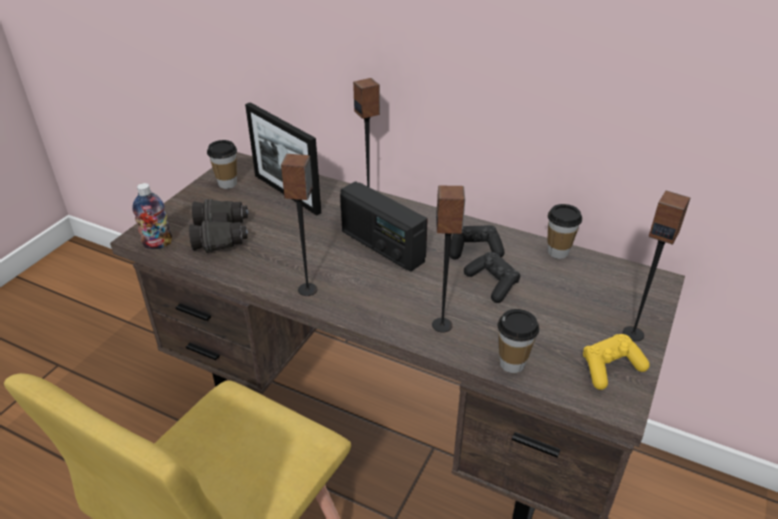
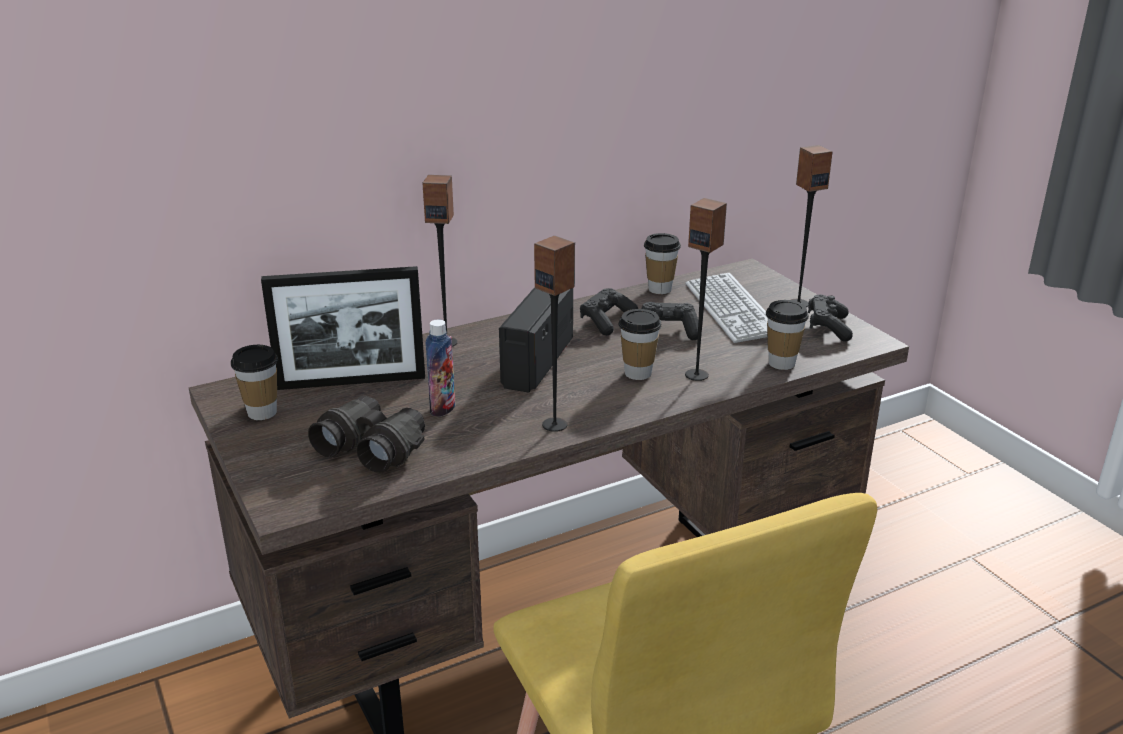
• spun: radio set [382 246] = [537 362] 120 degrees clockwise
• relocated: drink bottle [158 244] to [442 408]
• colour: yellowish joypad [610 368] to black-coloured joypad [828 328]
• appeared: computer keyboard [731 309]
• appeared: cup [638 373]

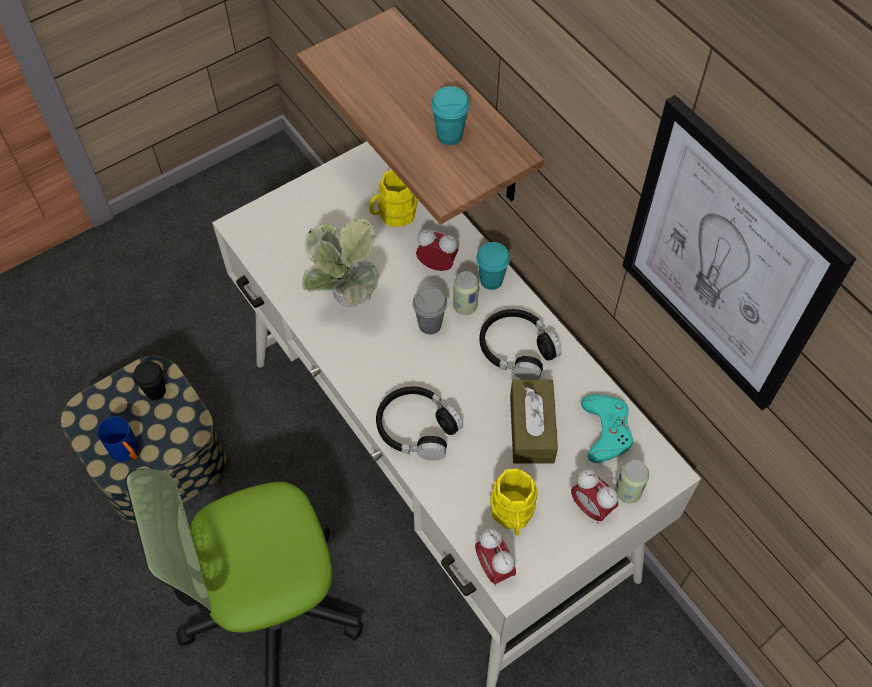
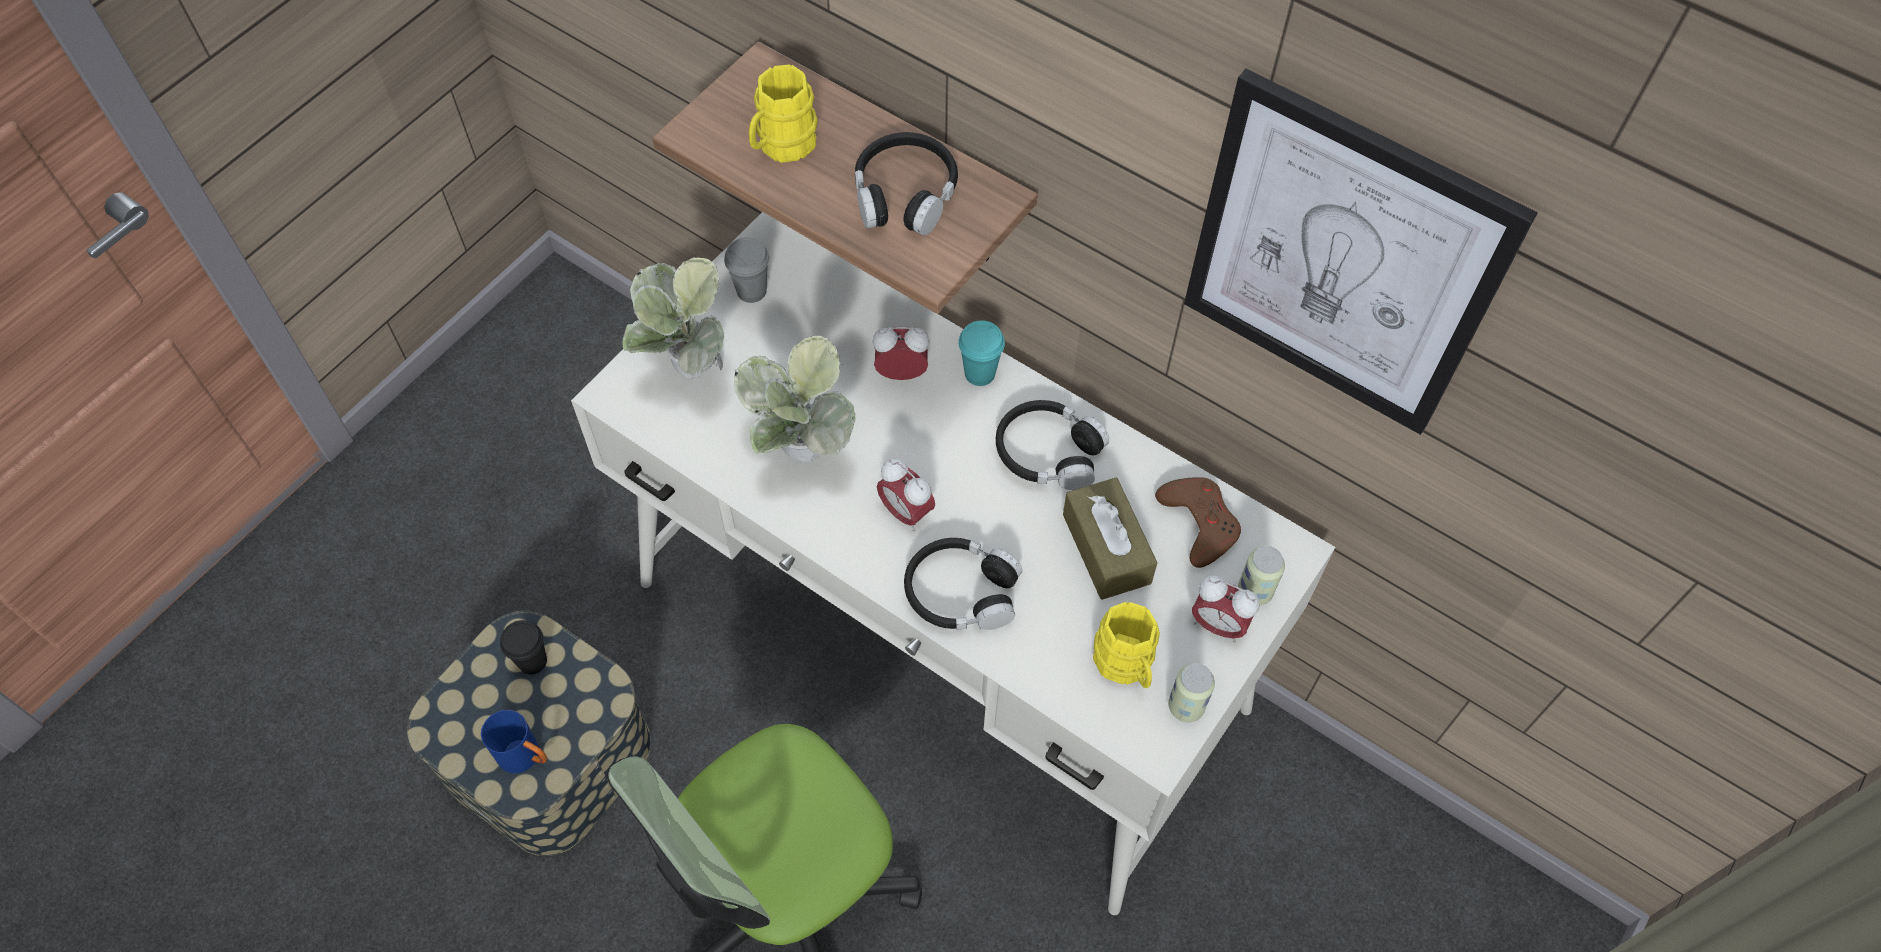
• exchanged: blue-green cup [449 135] to black-coloured pair of headphones [904 194]
• relocated: yellowish mug [393 214] to [781 145]
• relocated: sealed can [465 306] to [1186 706]
• relocated: gray cup [430 324] to [751 291]
• colour: blue-green joypad [606 430] to brownish joypad [1198 523]
• relocated: bedside clock [494 568] to [905 512]
• appeared: plant in a pot [688 374]

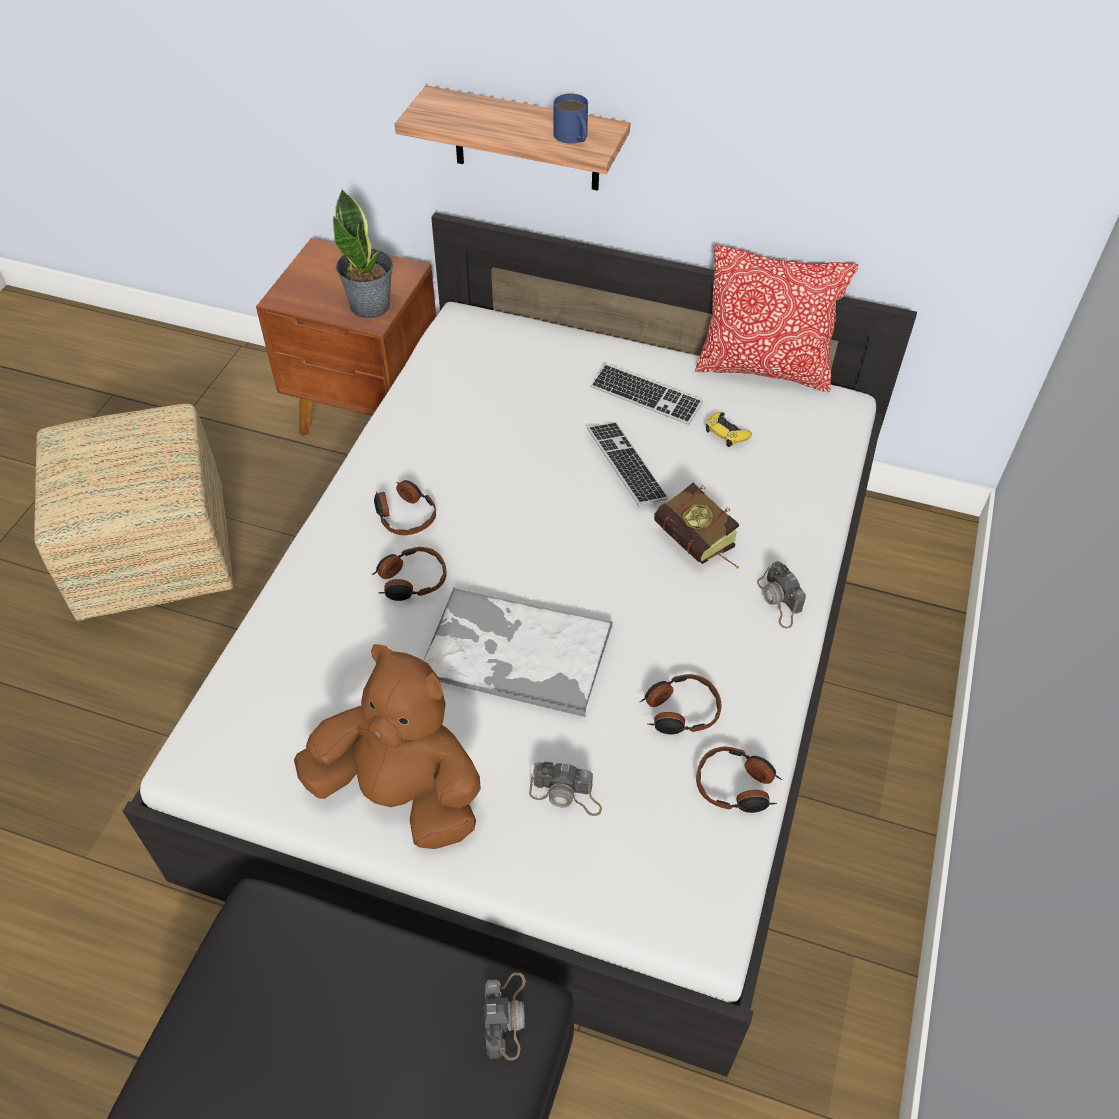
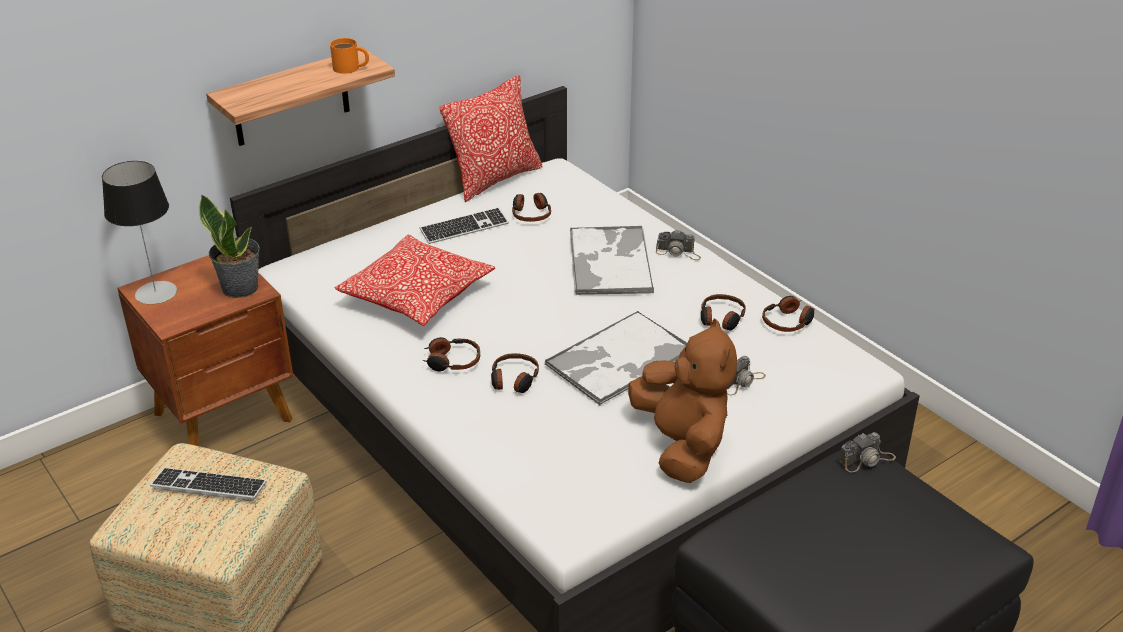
• colour: blue mug [573 138] to orangey mug [351 68]
• exchanged: yellowish joypad [726 432] to pair of headphones [531 214]
• relocated: computer keyboard [626 465] to [209 486]
• exchanged: book [699 546] to carrying tray [610 261]
• spun: brownish plush toy [402 793] = [682 445] 105 degrees clockwise
• spun: photo camera [506 1016] = [867 459] 120 degrees clockwise
• appeared: table lamp [155 293]
• appeared: throw pillow [417 295]

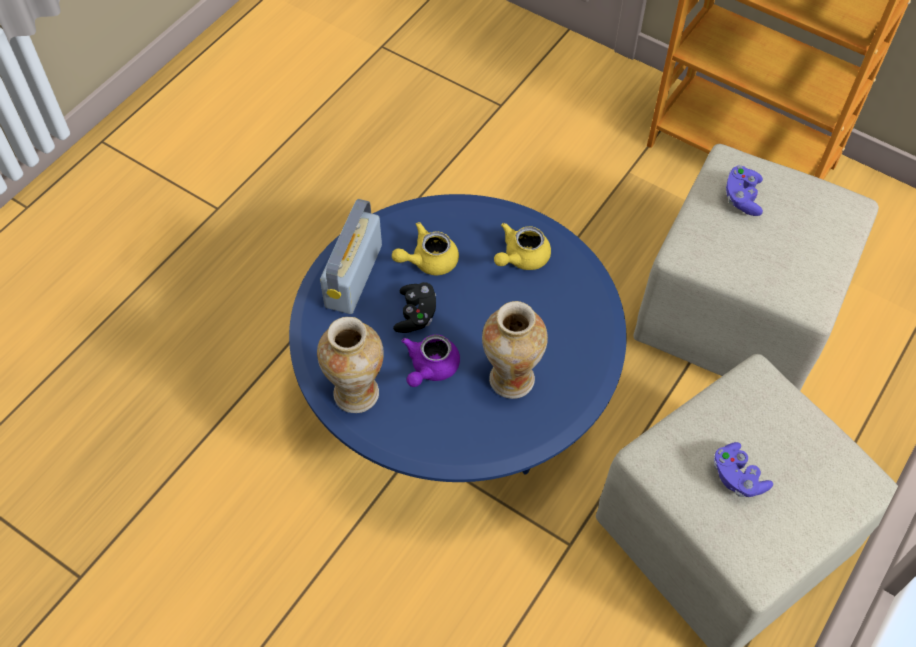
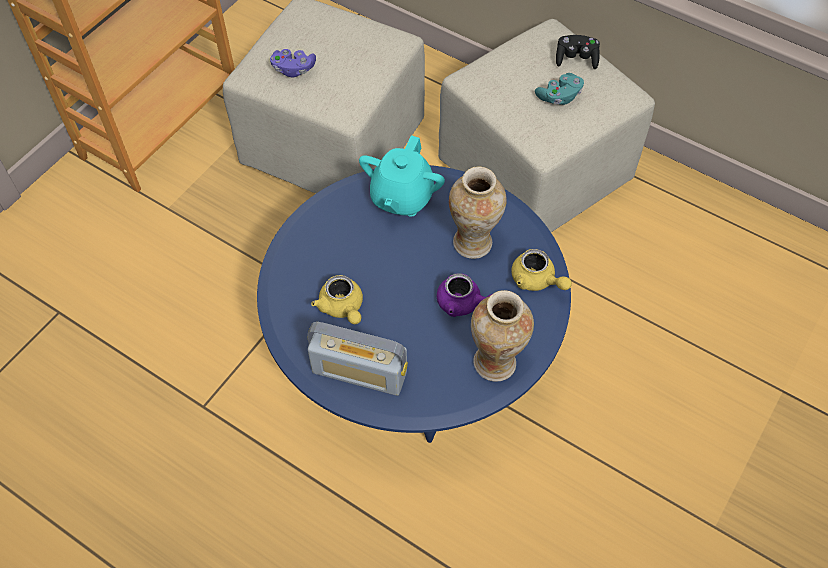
• relocated: yellowish teapot [521 258] to [536 280]
• relocated: black-coloured joypad [416 315] to [576 59]
• colour: purple-coloured joypad [737 477] to blue-green joypad [559 96]
• appeared: blue-green teapot [401 197]

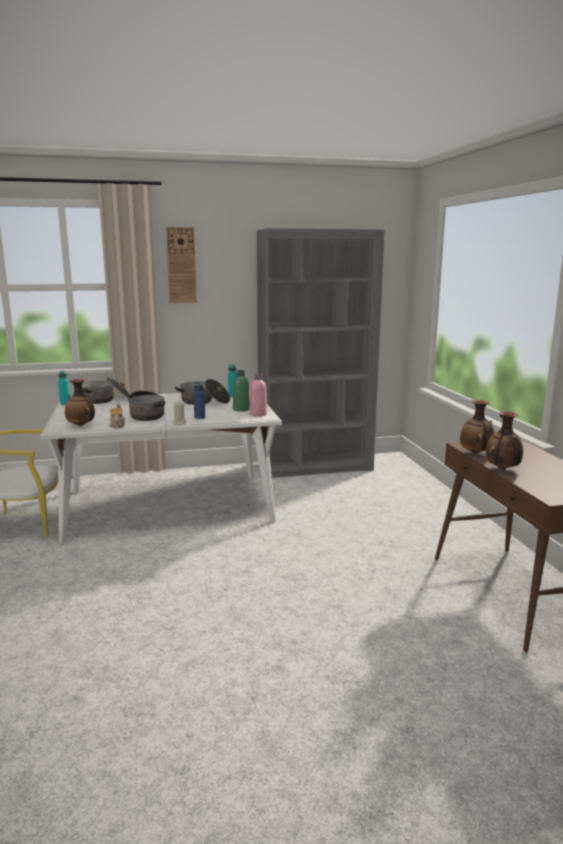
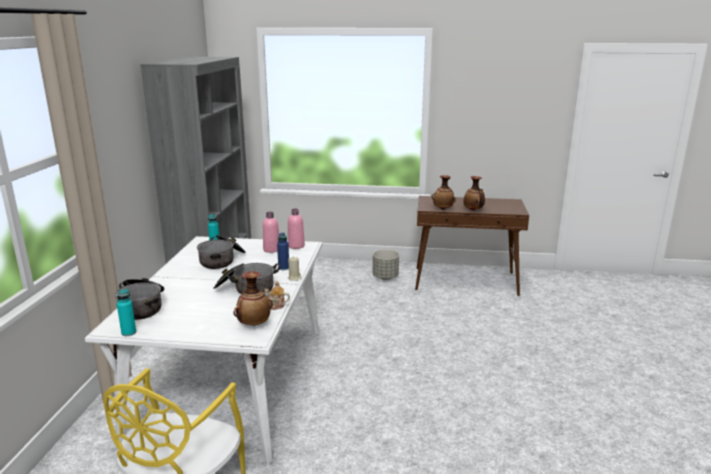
• missing: wall clock [181 265]
• colour: greenish drink bottle [241 409] to pinkish drink bottle [271 249]
• appeared: gray plant pot [385 277]

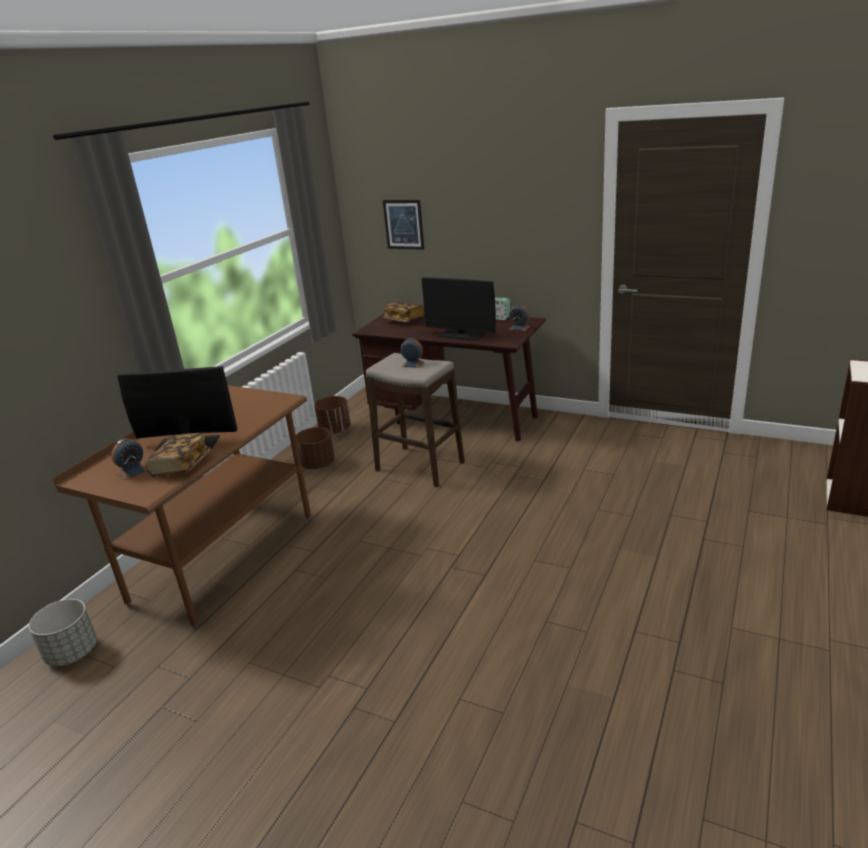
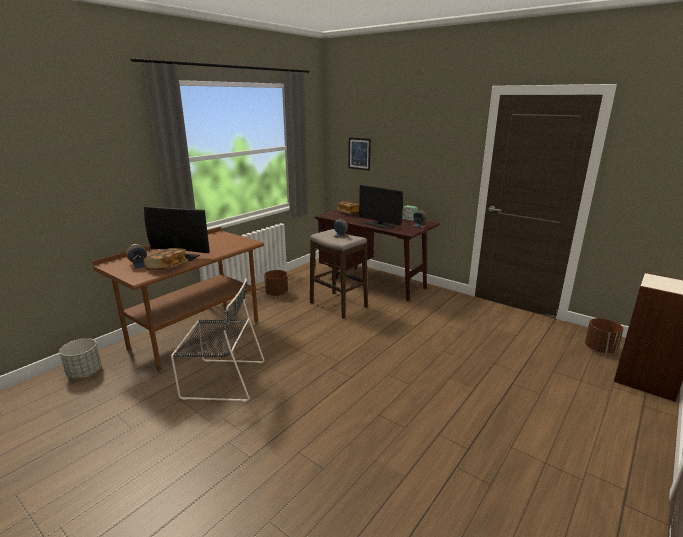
• relocated: brownish plant pot [335 430] to [600 349]
• appeared: black-coloured plain chair [221 379]

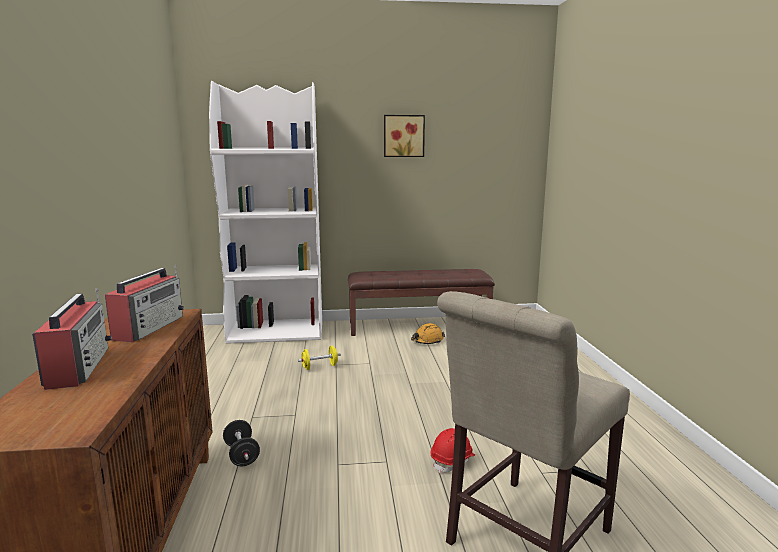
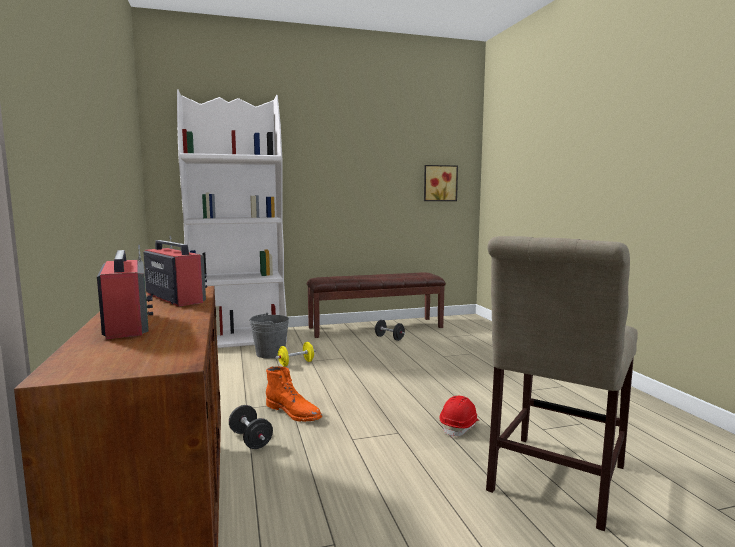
• relocated: wall picture [403 136] to [439 183]
• spun: radio set [150 327] = [174 298] 45 degrees counterclockwise
• exchanged: orangey hard hat [427 341] to black-coloured dumbbell [389 338]
• appeared: gray bucket [270 353]
• appeared: orangey boot [294 412]

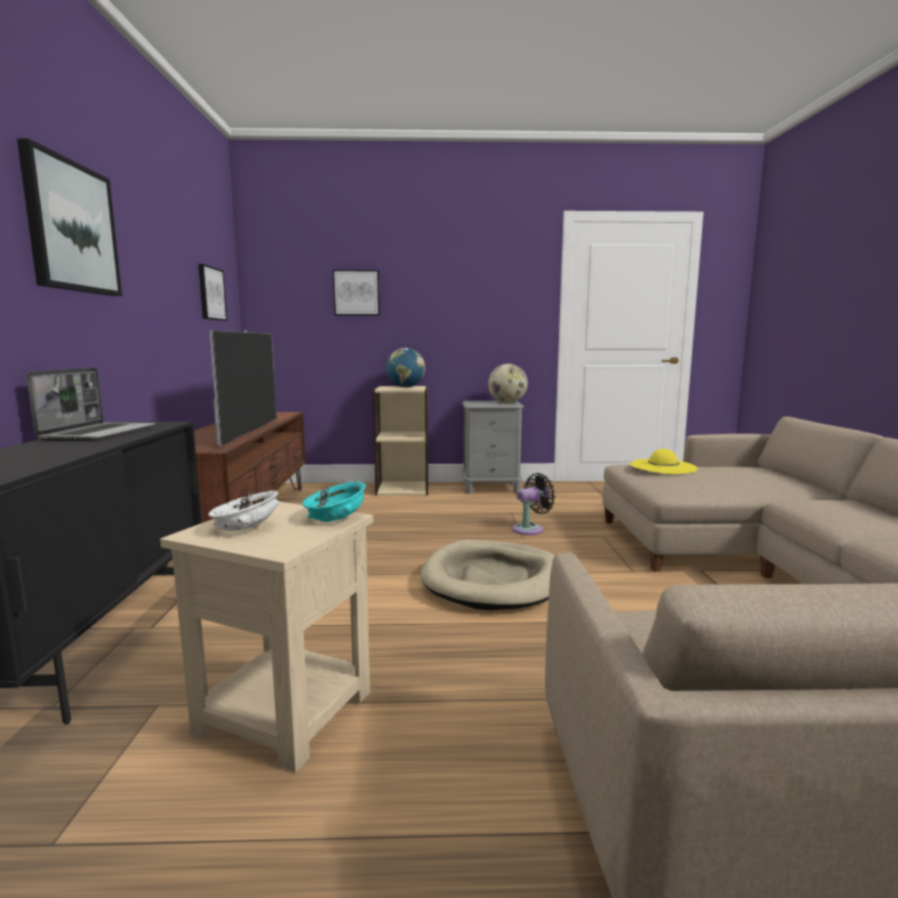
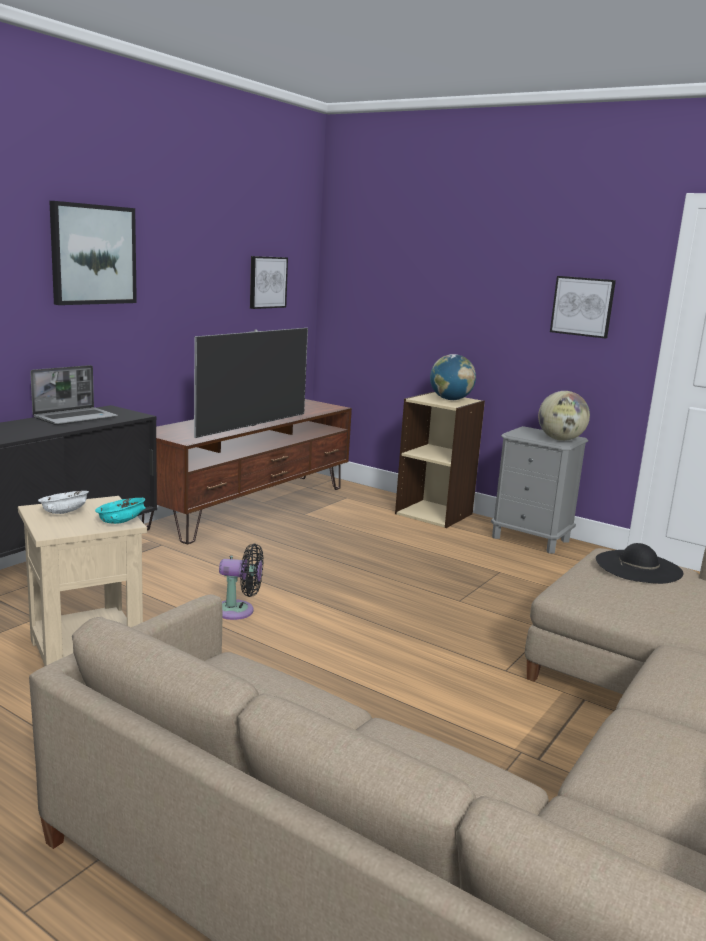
• relocated: wall picture [356 293] to [582 306]
• colour: yellowish wearable hat [663 466] to black-coloured wearable hat [638 567]
• relocated: black-coloured electric fan [530 529] to [238 611]
• missing: sand-coloured dog cushion [493 580]

